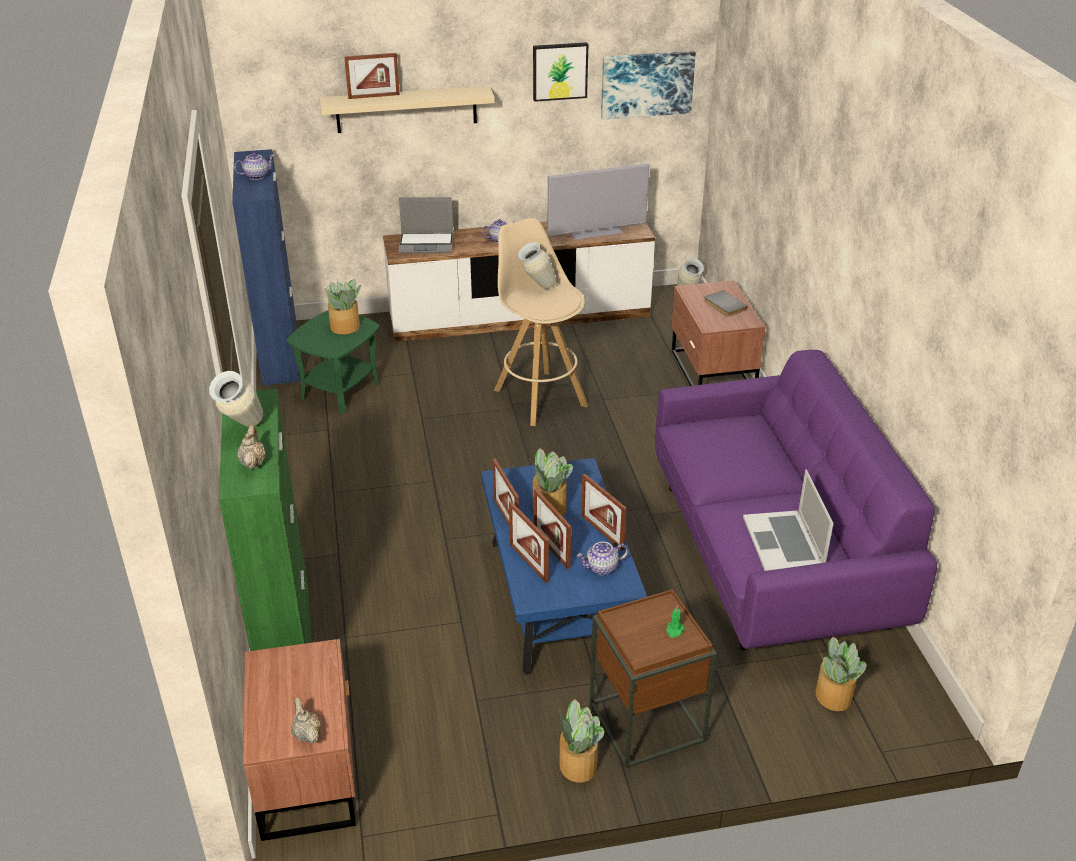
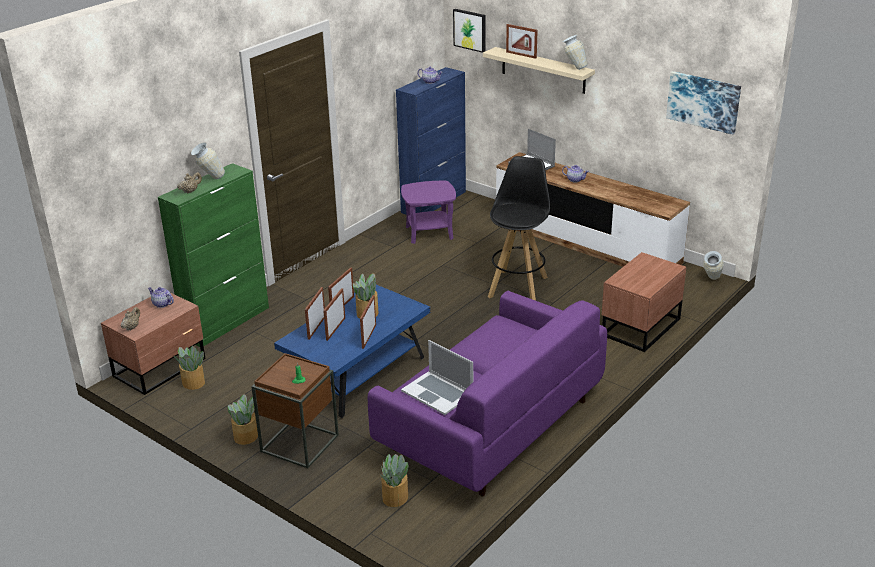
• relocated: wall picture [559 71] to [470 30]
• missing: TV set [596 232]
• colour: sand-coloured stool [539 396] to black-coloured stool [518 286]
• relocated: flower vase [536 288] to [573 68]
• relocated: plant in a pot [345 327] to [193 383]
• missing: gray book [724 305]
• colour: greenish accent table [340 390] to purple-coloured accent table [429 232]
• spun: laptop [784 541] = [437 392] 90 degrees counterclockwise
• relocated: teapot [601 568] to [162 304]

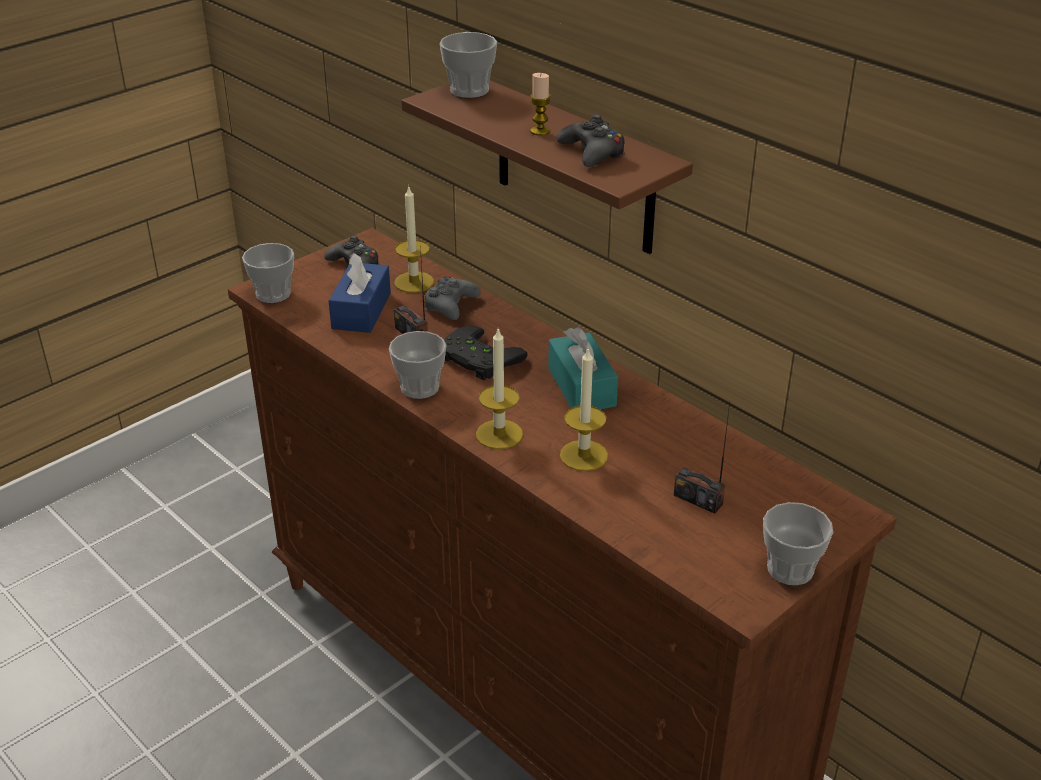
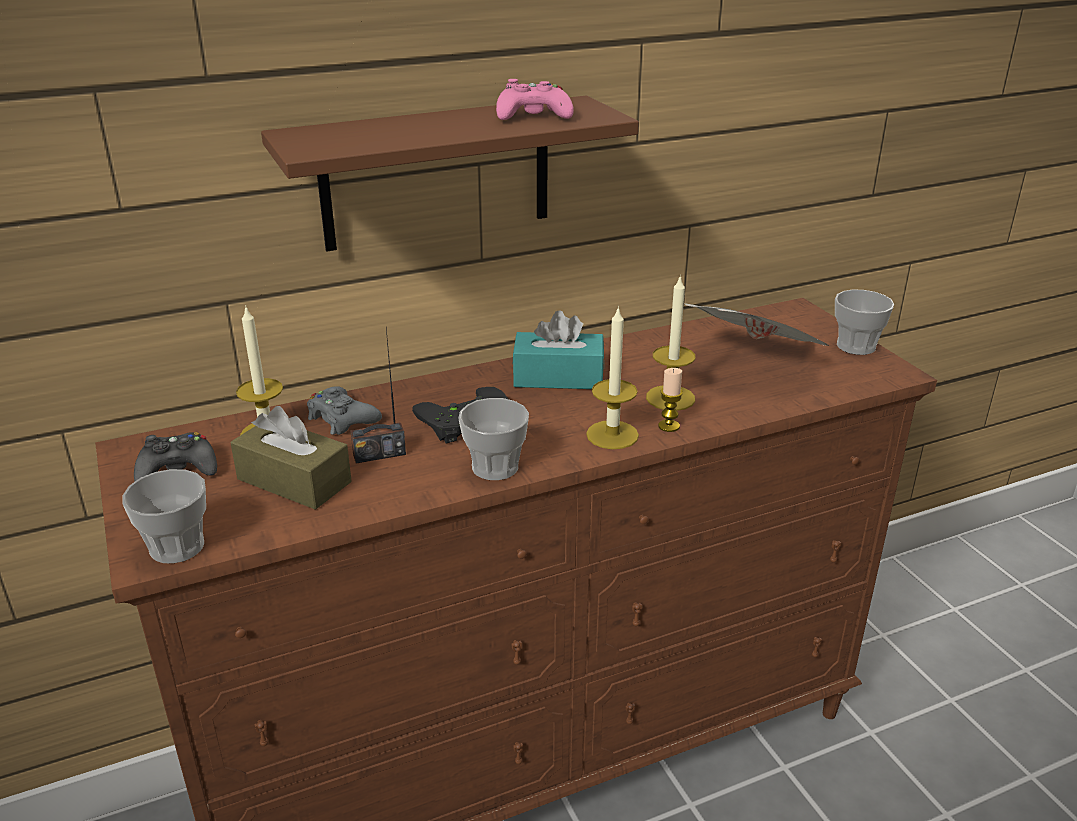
• missing: cup [469 90]
• relocated: wax candle [540 131] to [668 426]
• colour: black-coloured joypad [592 152] to pinkish joypad [533 116]
• colour: blue tissue holder [361 311] to brownish tissue holder [294 481]
• exchanged: radio set [698 499] to printed paper [757 361]

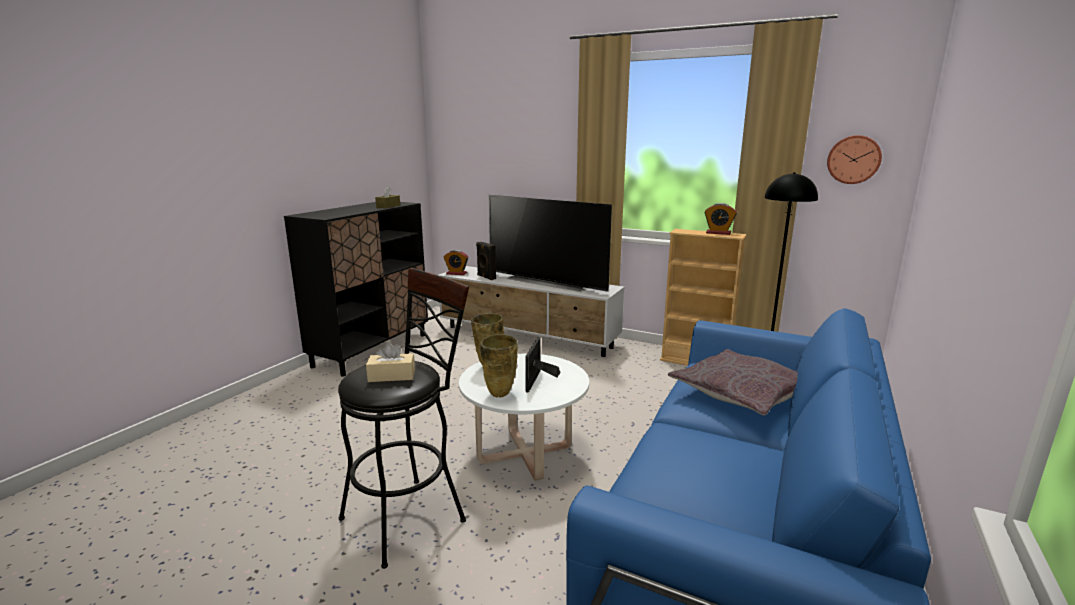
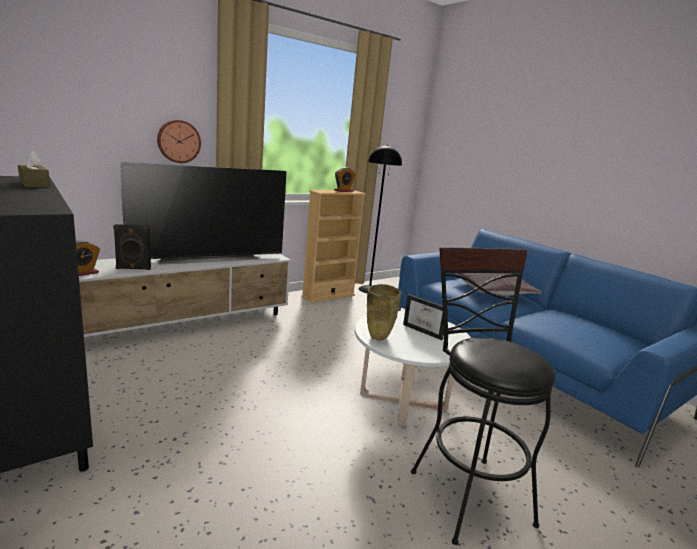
• relocated: wall clock [853 159] to [178 141]
• missing: sand-coloured flower vase [499 395]
• missing: sand-coloured tissue holder [391 376]

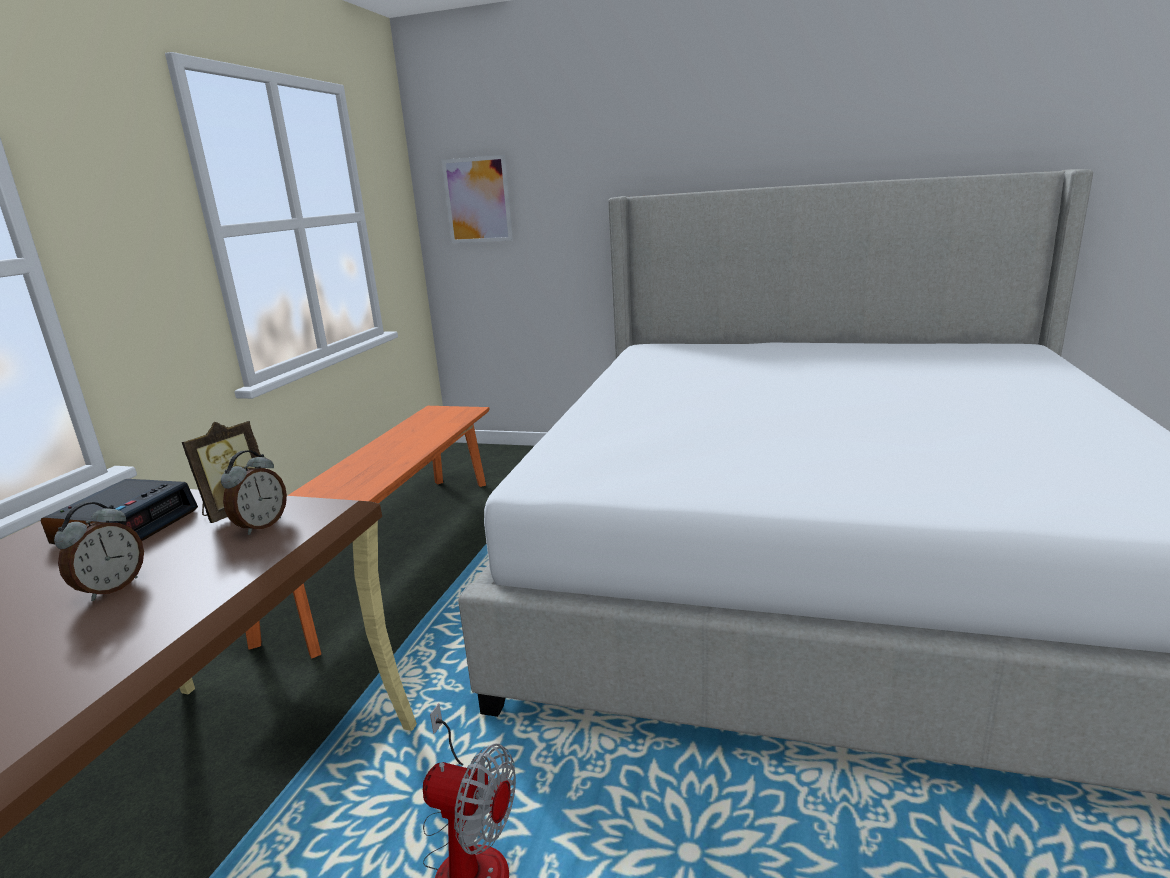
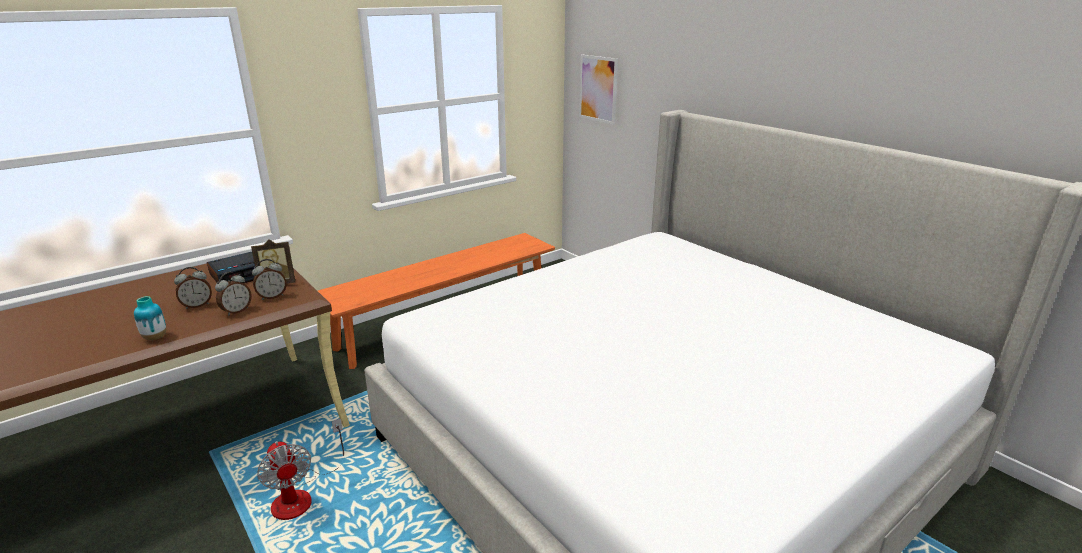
• appeared: bedside clock [236 311]
• appeared: flower vase [155 337]

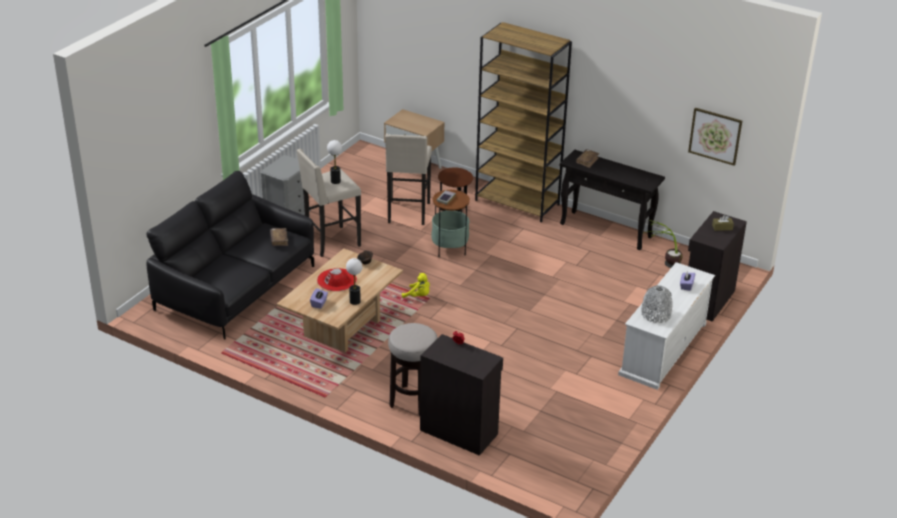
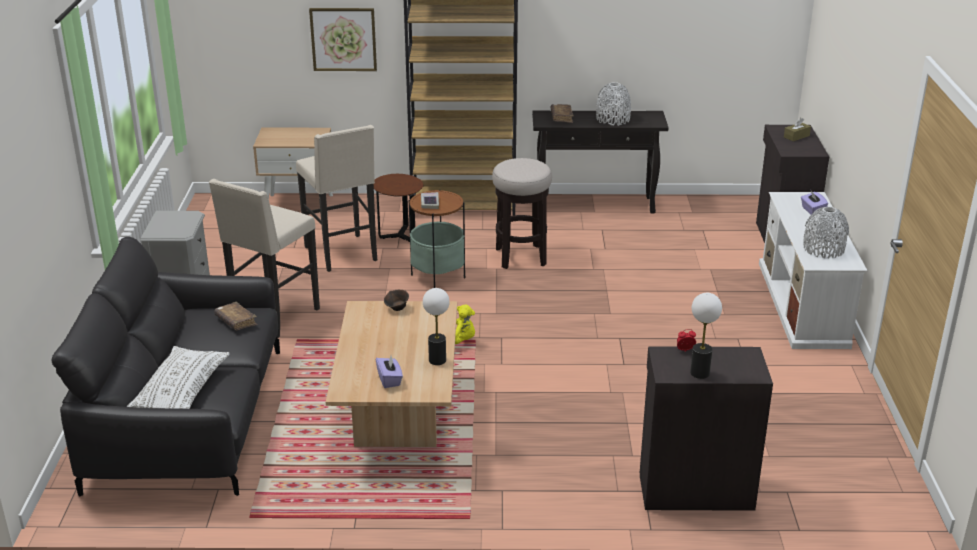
• relocated: wall picture [715 136] to [343 39]
• relocated: table lamp [335 181] to [700 373]
• missing: plant in a pot [663 264]
• missing: red wearable hat [337 280]
• relocated: stool [413 400] to [521 257]
• appeared: gray flower vase [613 119]
• appeared: white-coloured throw pillow [181 391]

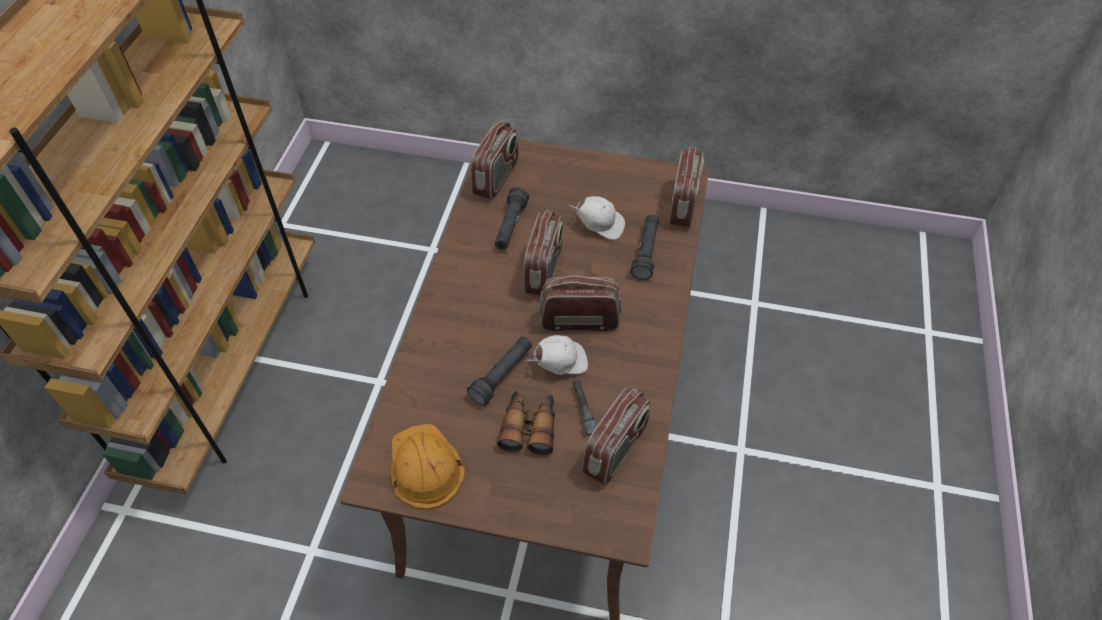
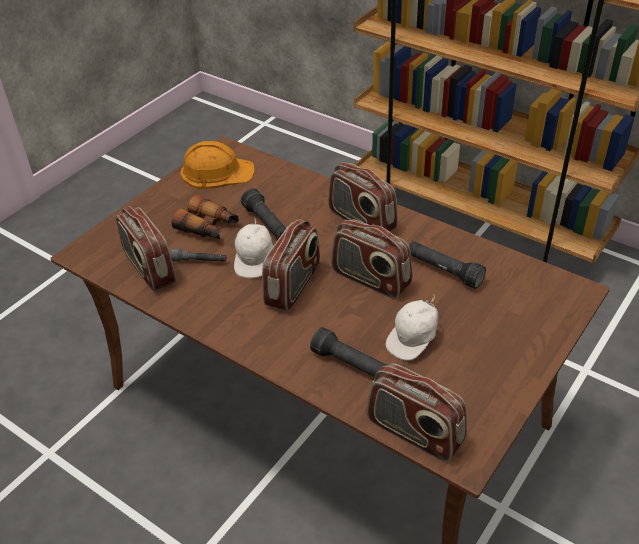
• relocated: radio set [496 178] to [361 221]

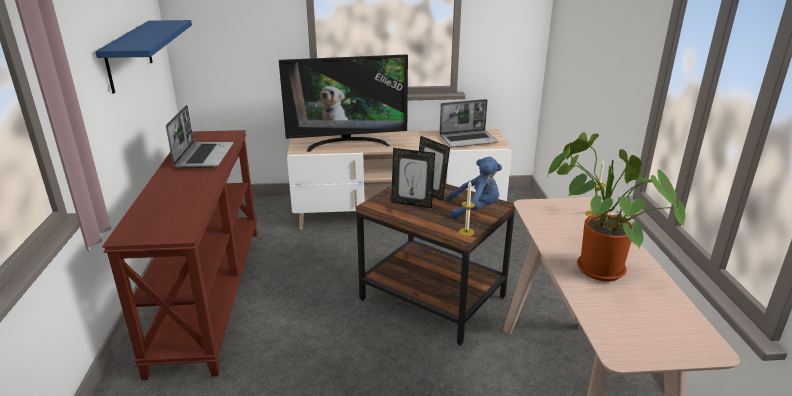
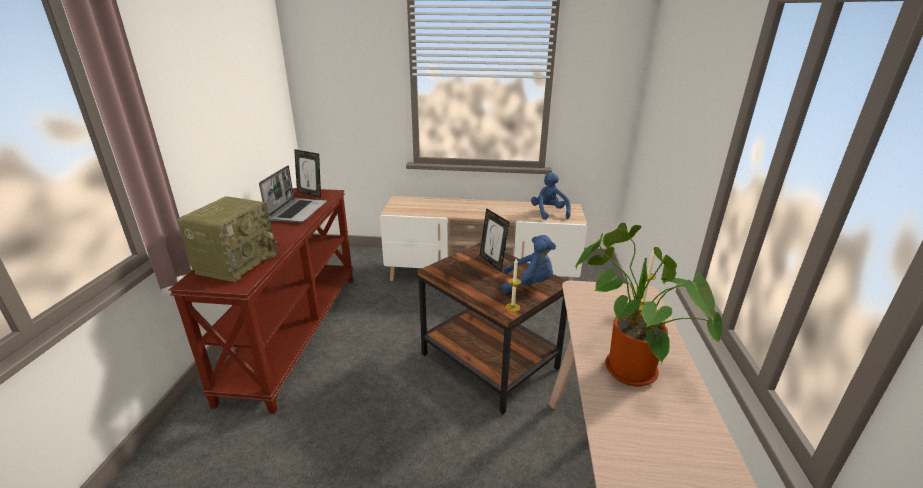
• missing: blue wall shelf [129 55]
• missing: TV set [347 143]
• exchanged: laptop [468 140] to blue plush toy [549 213]
• relocated: picture frame [412 203] to [310 194]
• appeared: radio set [237 262]

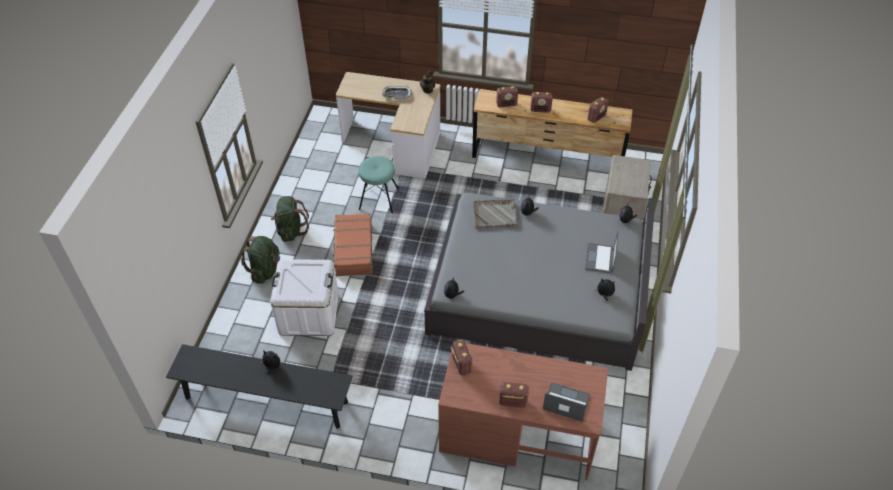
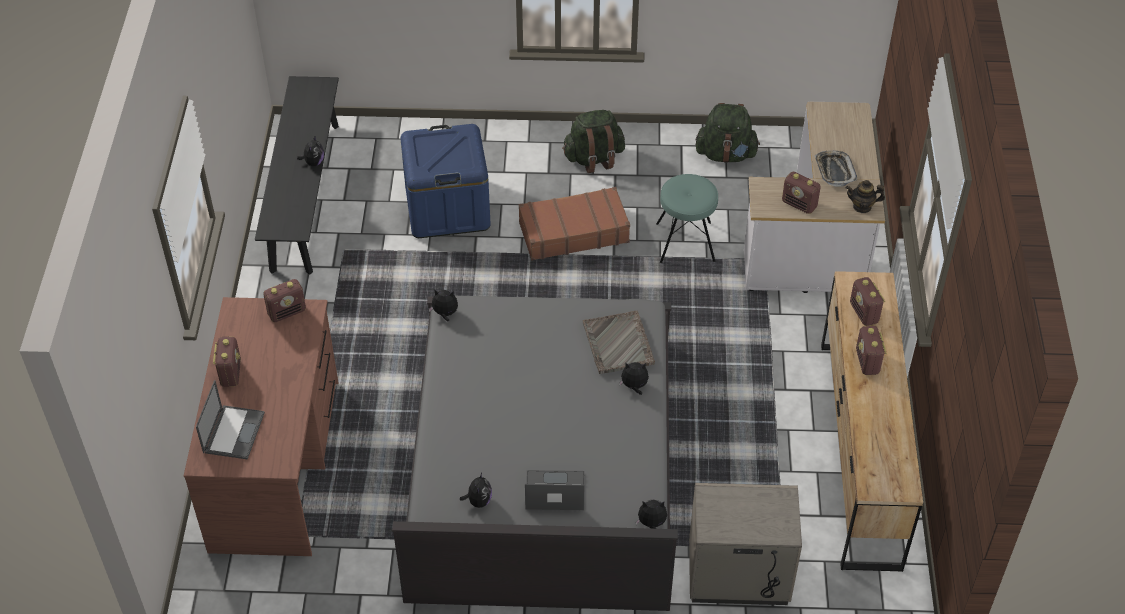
• relocated: radio set [596 117] to [799 204]
• relocated: greenish rucksack [265 270] to [726 154]
• colour: white-coloured storage bin [309 314] to blue storage bin [447 208]

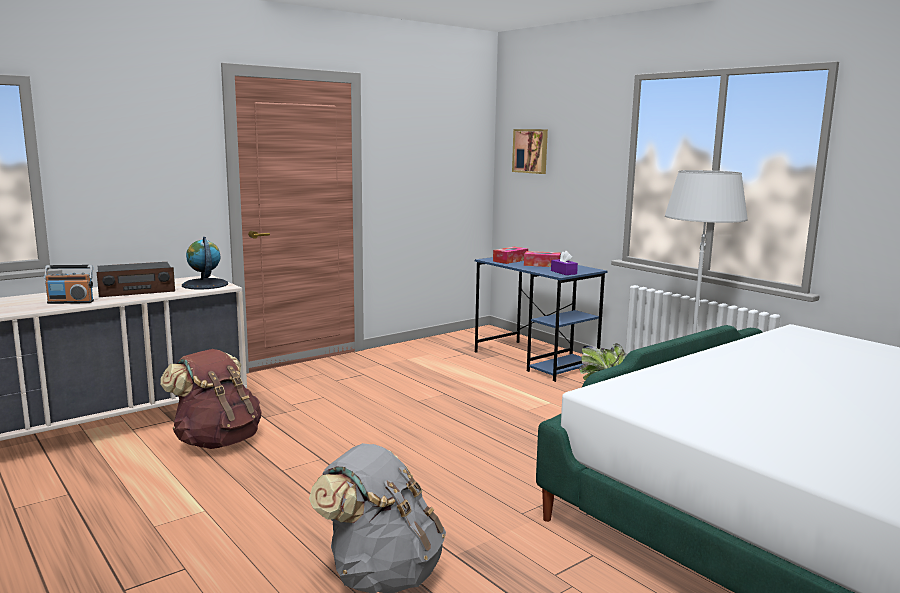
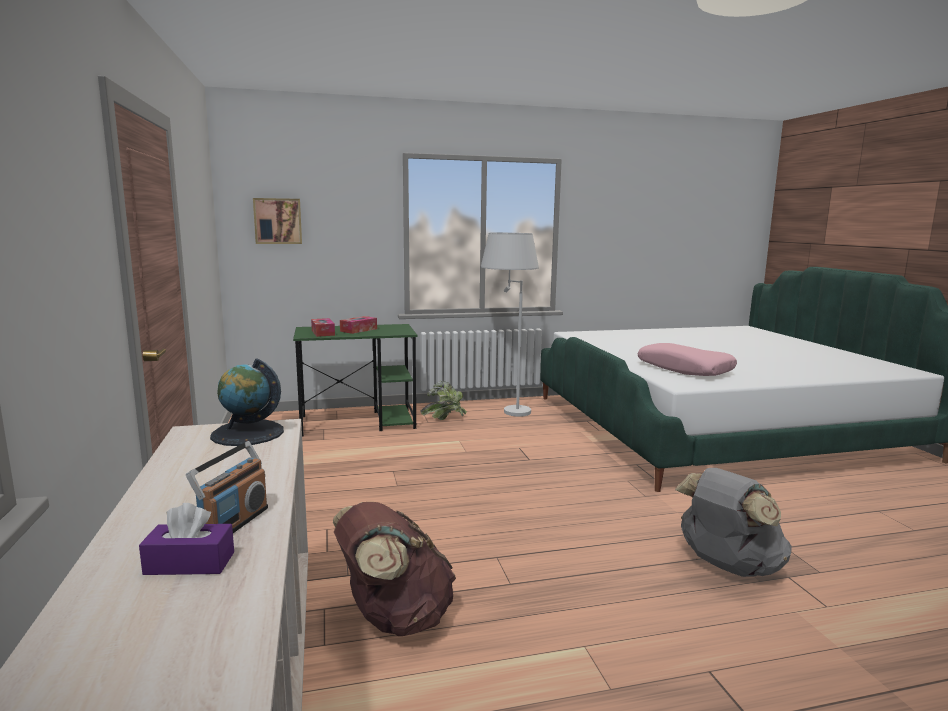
• relocated: purple-coloured tissue holder [563 272] to [189 563]
• colour: blue desk unit [535 360] to greenish desk unit [359 422]
• missing: radio set [136 290]
• appeared: pinkish throw pillow [685 369]

